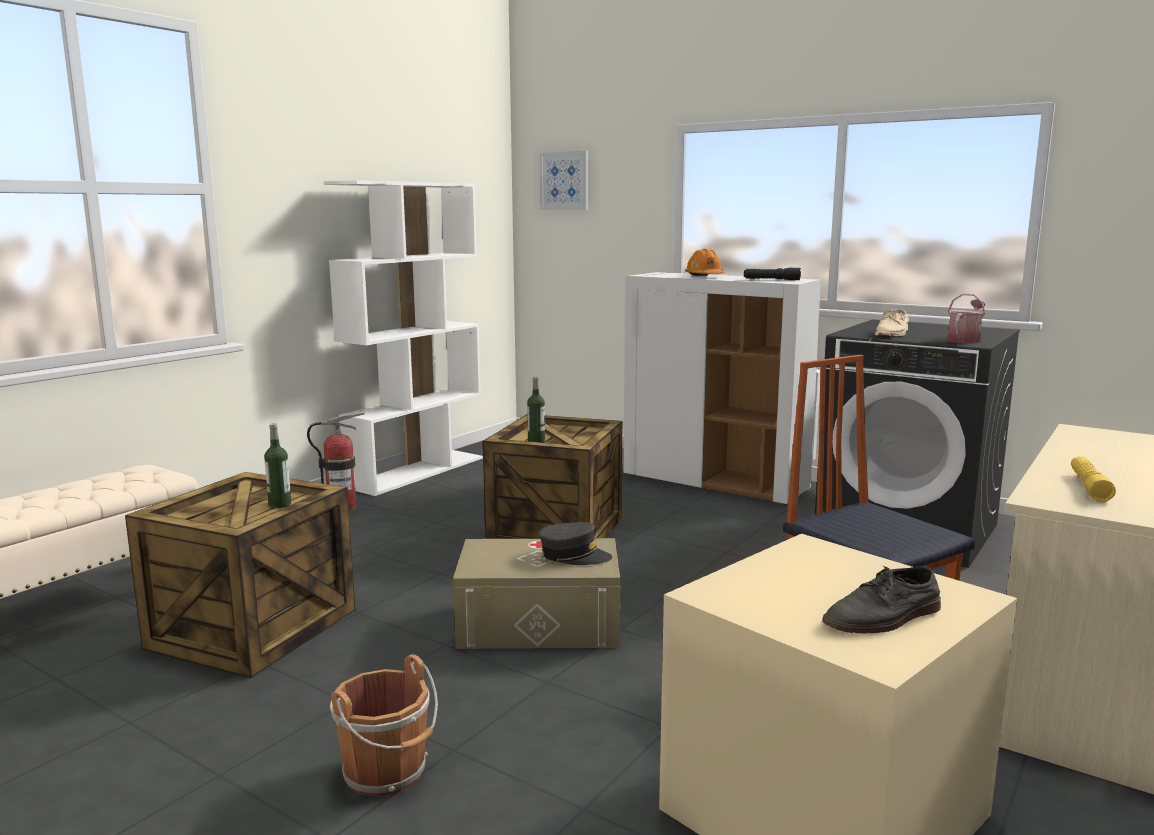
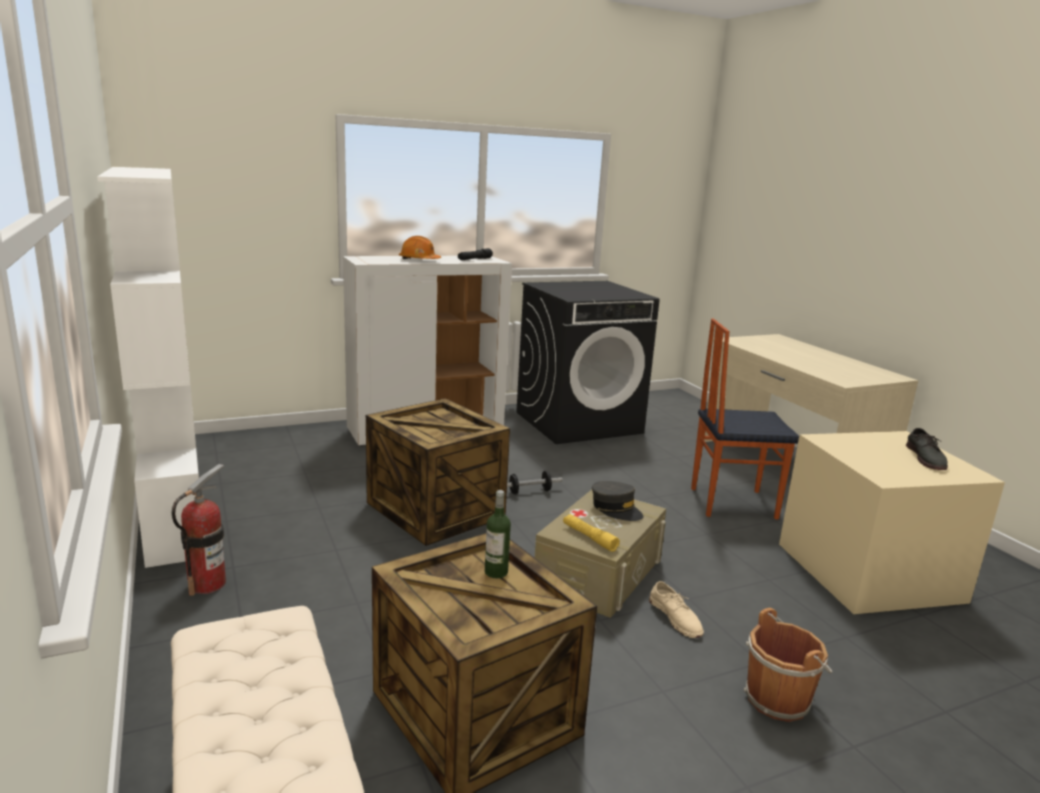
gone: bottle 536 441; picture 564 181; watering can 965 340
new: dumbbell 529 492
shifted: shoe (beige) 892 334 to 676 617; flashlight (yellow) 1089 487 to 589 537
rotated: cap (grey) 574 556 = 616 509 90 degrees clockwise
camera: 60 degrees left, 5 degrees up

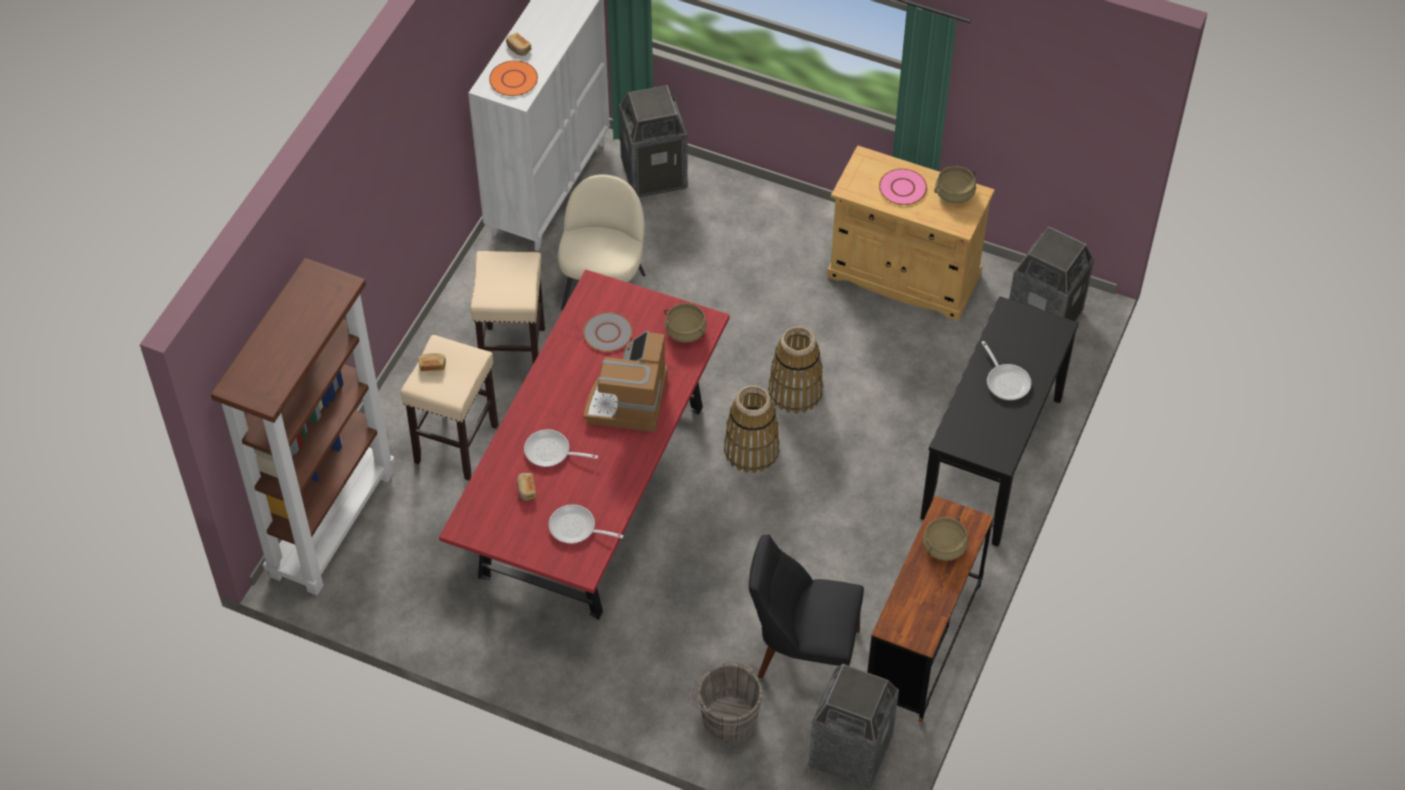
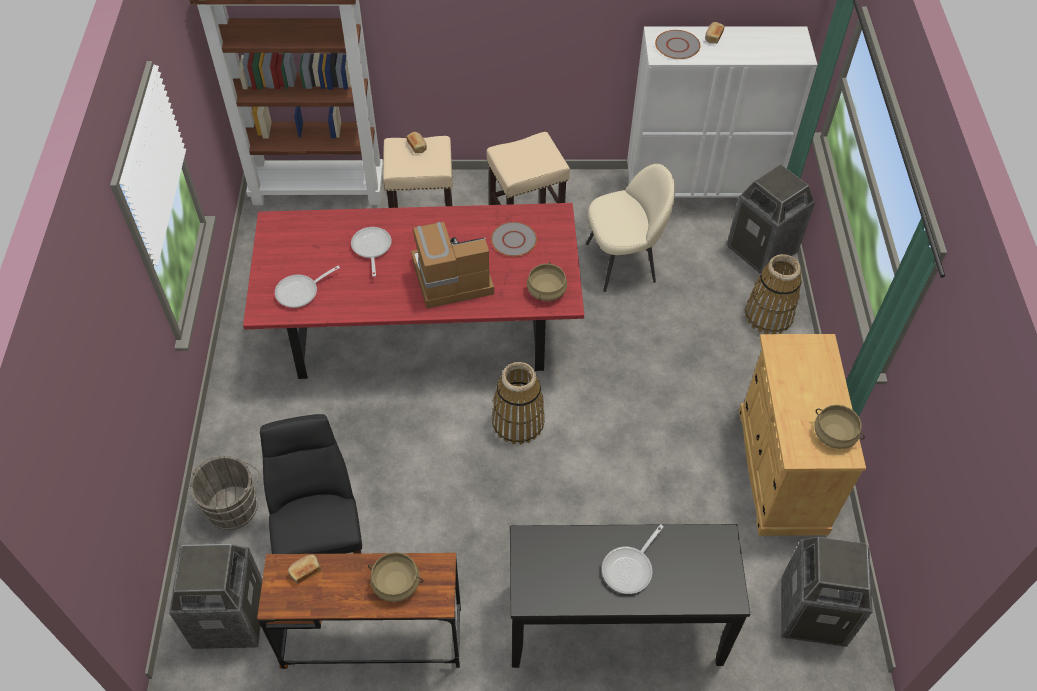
gone: plate (pink) 902 188
shifted: bread 526 490 to 305 571; basket 795 391 to 769 315
repainted: plate (orange) 513 79 to plate (grey) 677 45
rotated: frying pan 576 528 = 301 292 120 degrees counterclockwise
camera: 65 degrees right, 0 degrees up

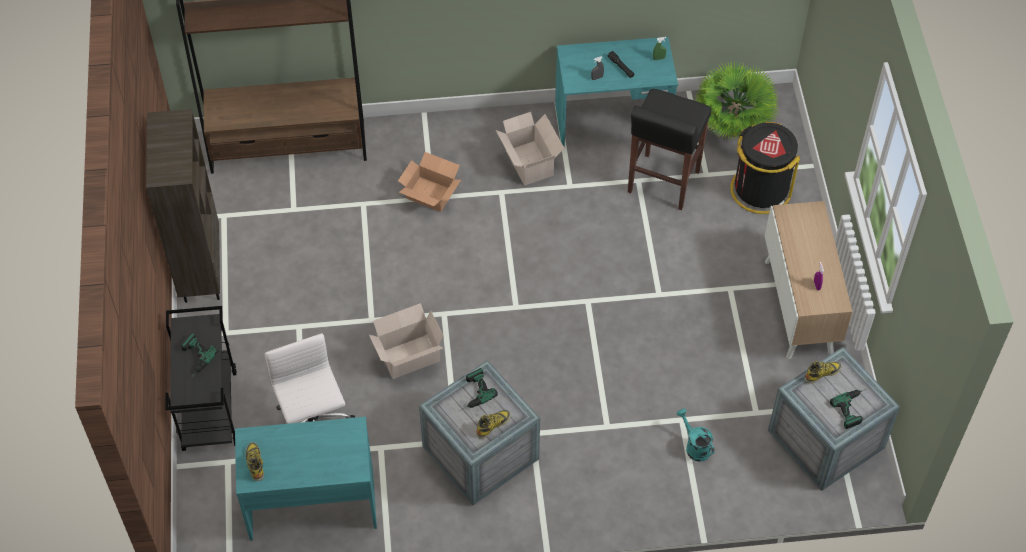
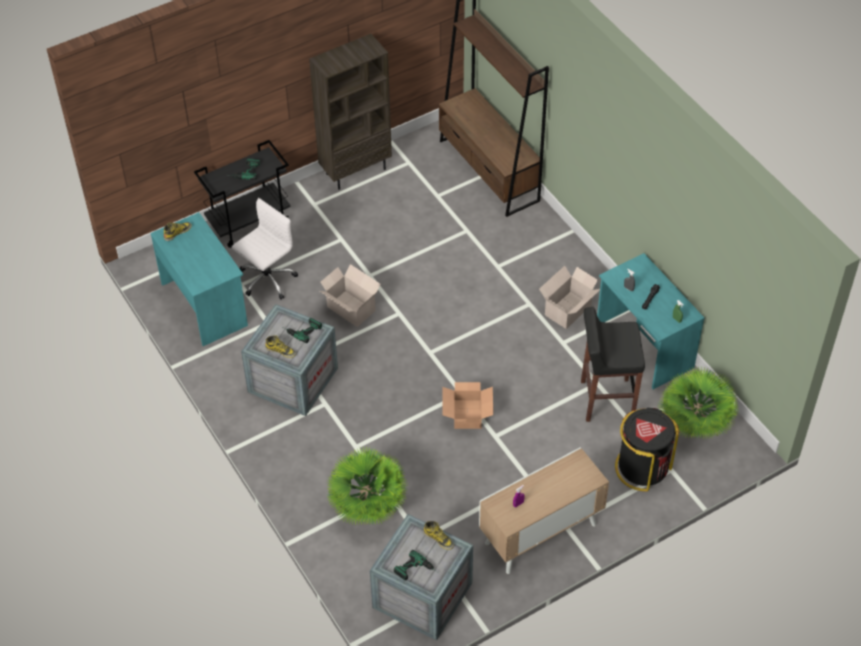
shifted: cardboard box 430 193 to 468 414
swapped: watering can (turquoise) 694 446 to potted plant 368 508
camera: 65 degrees right, 5 degrees down

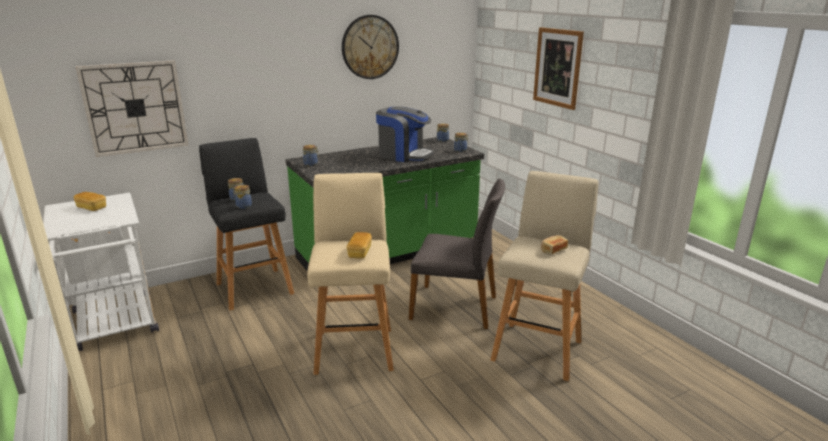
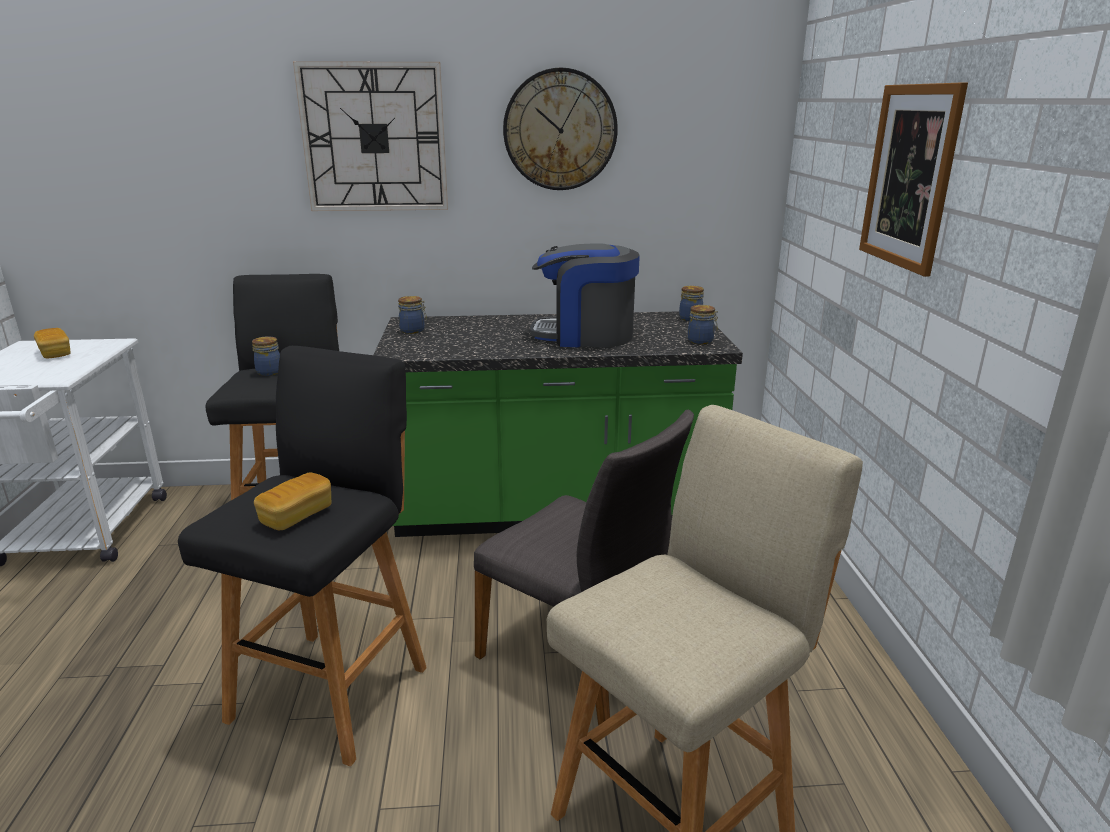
gone: jar 243 206; bread 553 250
shifted: wall clock 135 107 to 374 138
repainted: stool (beige) 354 348 to stool (black) 333 689
rotated: coffee machine 403 155 = 585 335 135 degrees clockwise
camera: 25 degrees right, 0 degrees up

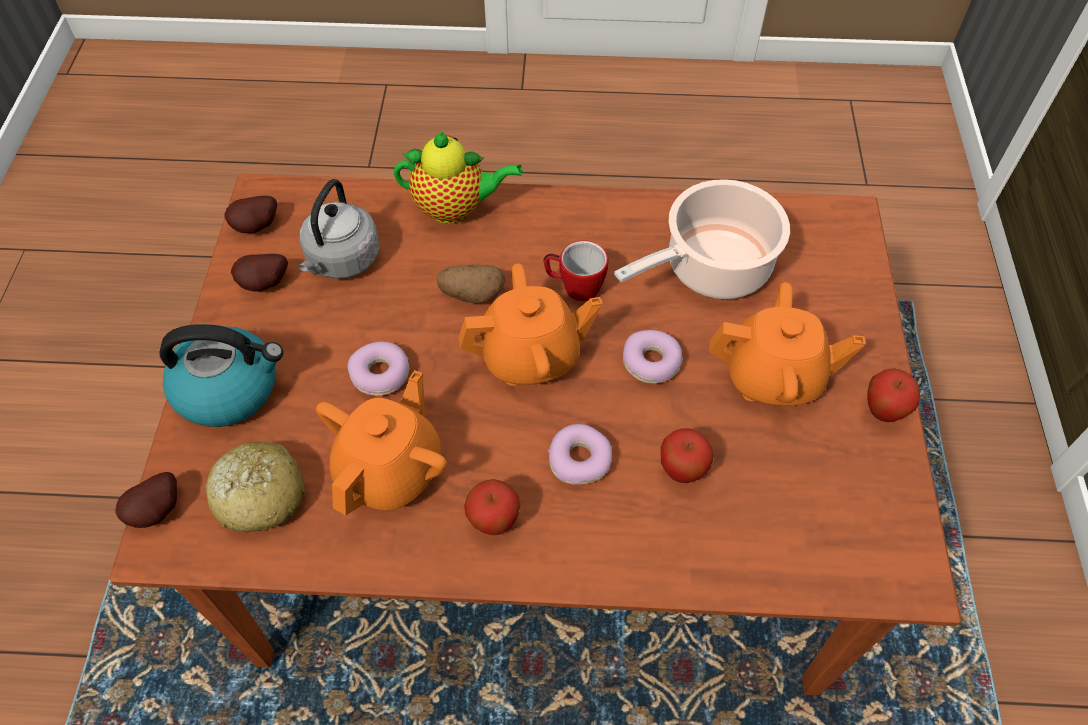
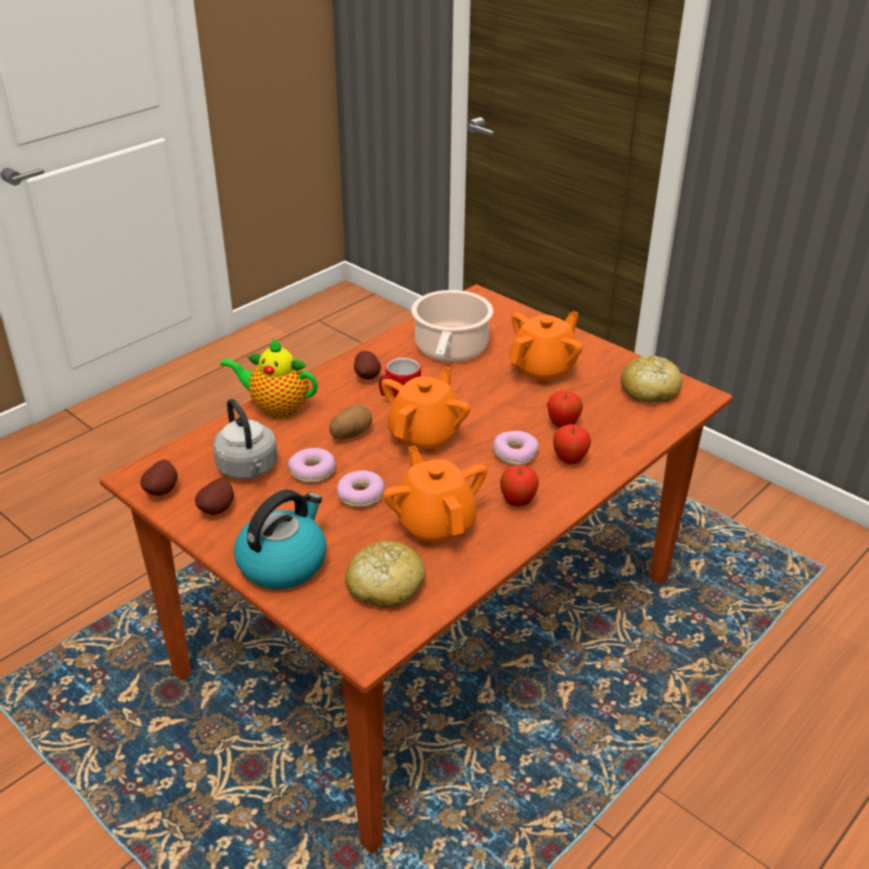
new: bread 649 391
shifted: potato 158 512 to 368 377; donut 651 363 to 313 472; apple 883 411 to 569 461
rotated: teapot 455 208 = 276 408 120 degrees counterclockwise
camera: 50 degrees left, 20 degrees down

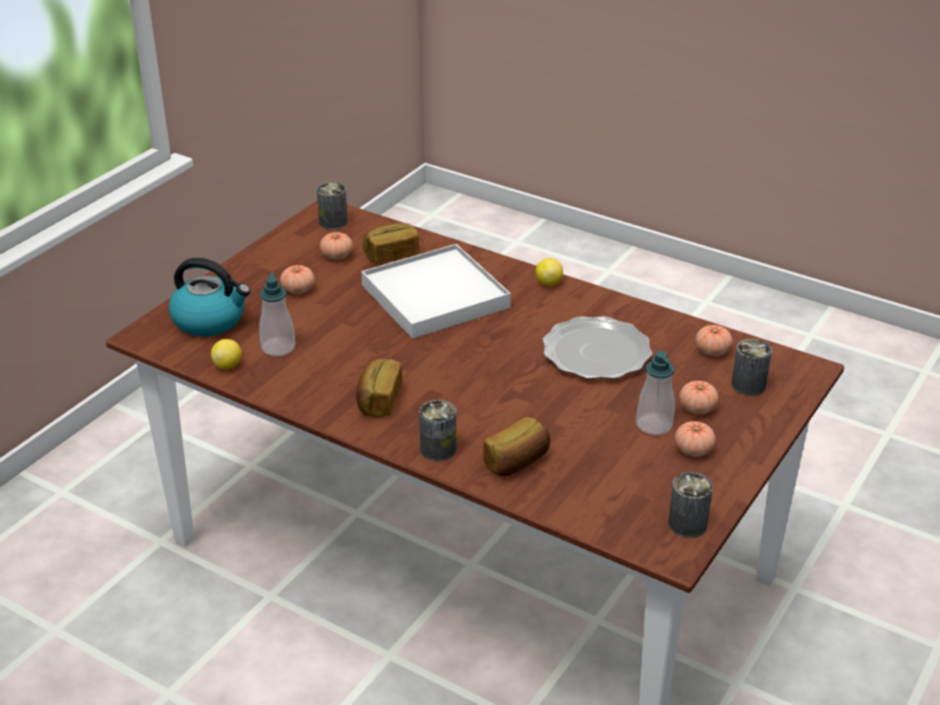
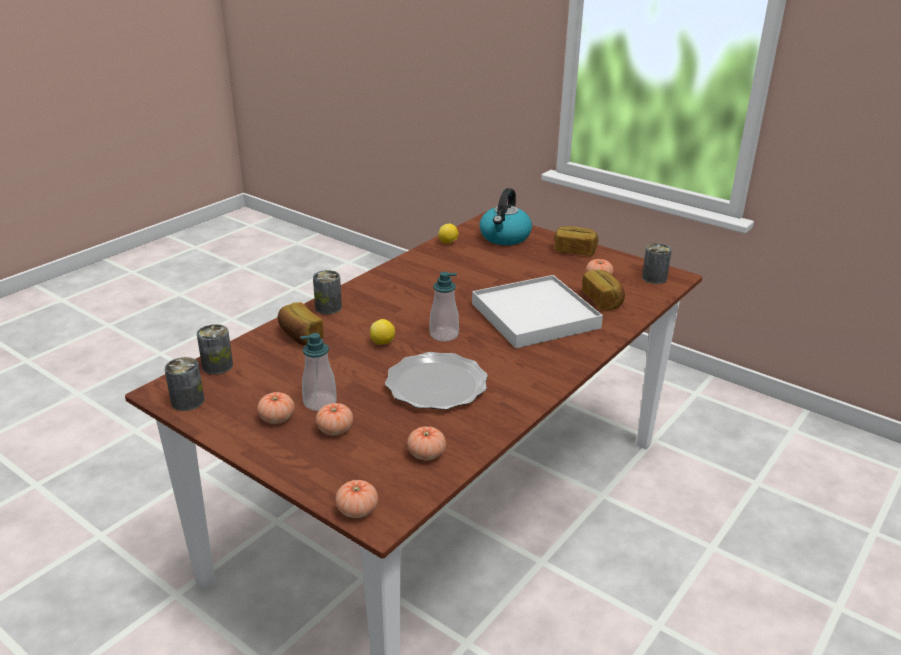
shifted: soap dispenser 278 347 to 444 335; tomato 298 289 to 357 510; bread 378 400 to 575 250; lemon 548 283 to 383 343; can 748 385 to 217 366
camera: 95 degrees right, 5 degrees down

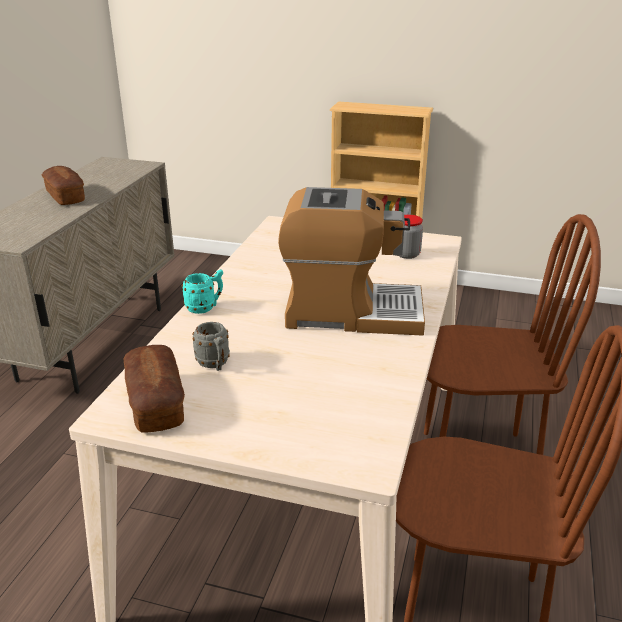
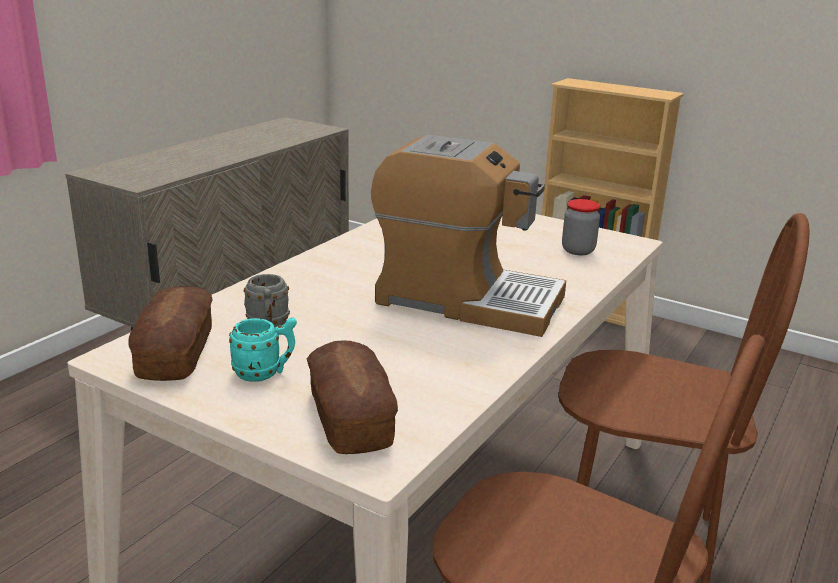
shifted: bread 65 196 to 350 418; mug (turquoise) 205 307 to 265 373
camera: 15 degrees right, 5 degrees down

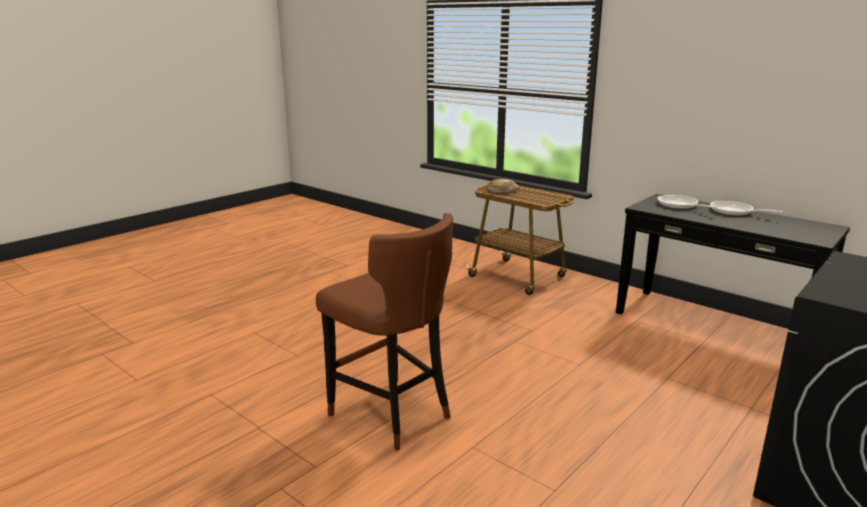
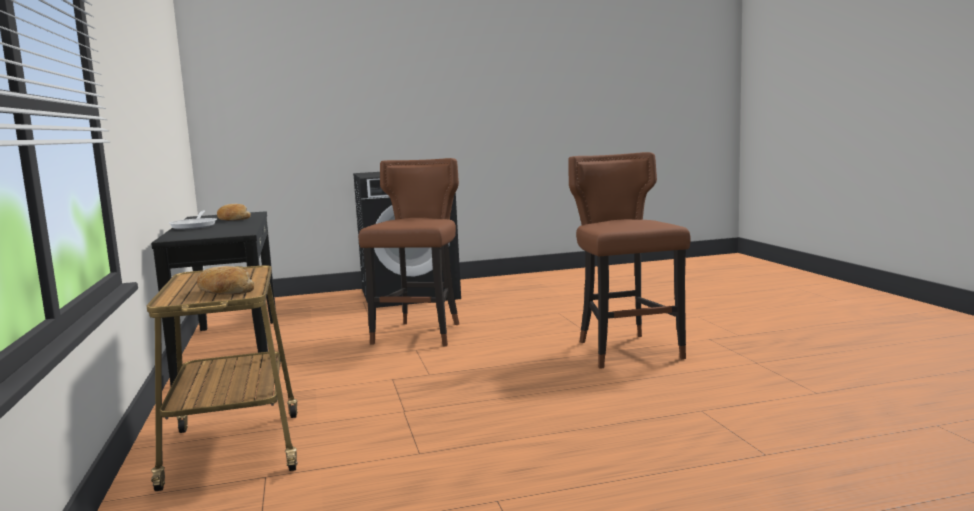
gone: frying pan 680 205
new: bread 233 219; stool (brown) 420 334
camera: 145 degrees left, 10 degrees down

